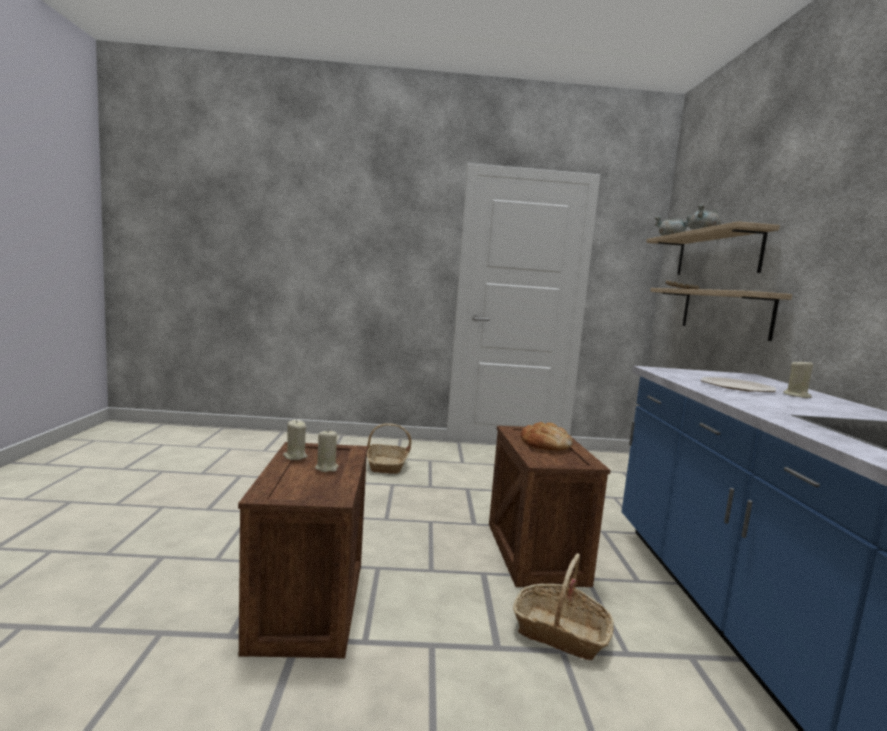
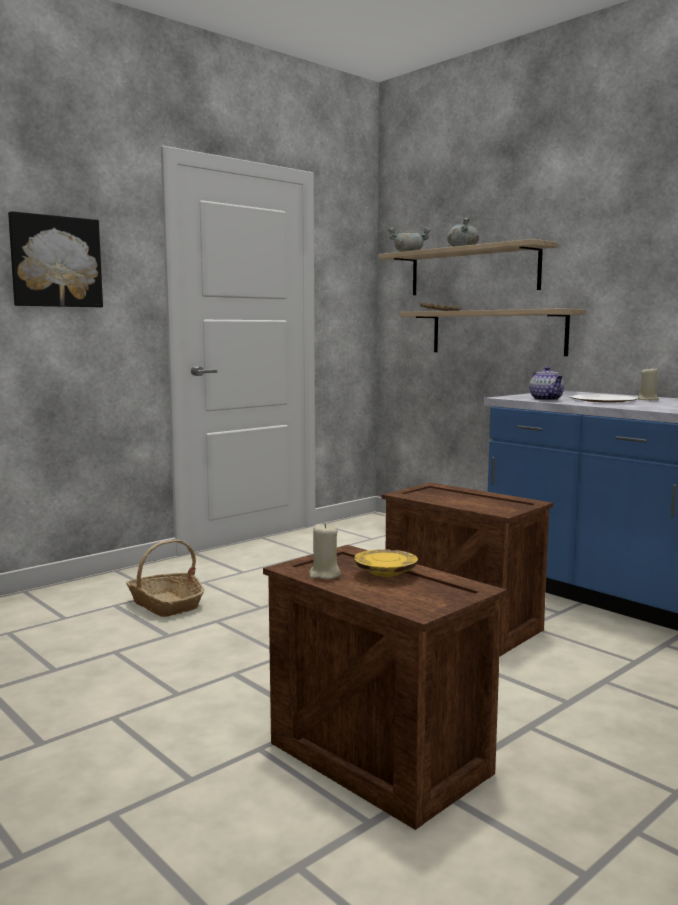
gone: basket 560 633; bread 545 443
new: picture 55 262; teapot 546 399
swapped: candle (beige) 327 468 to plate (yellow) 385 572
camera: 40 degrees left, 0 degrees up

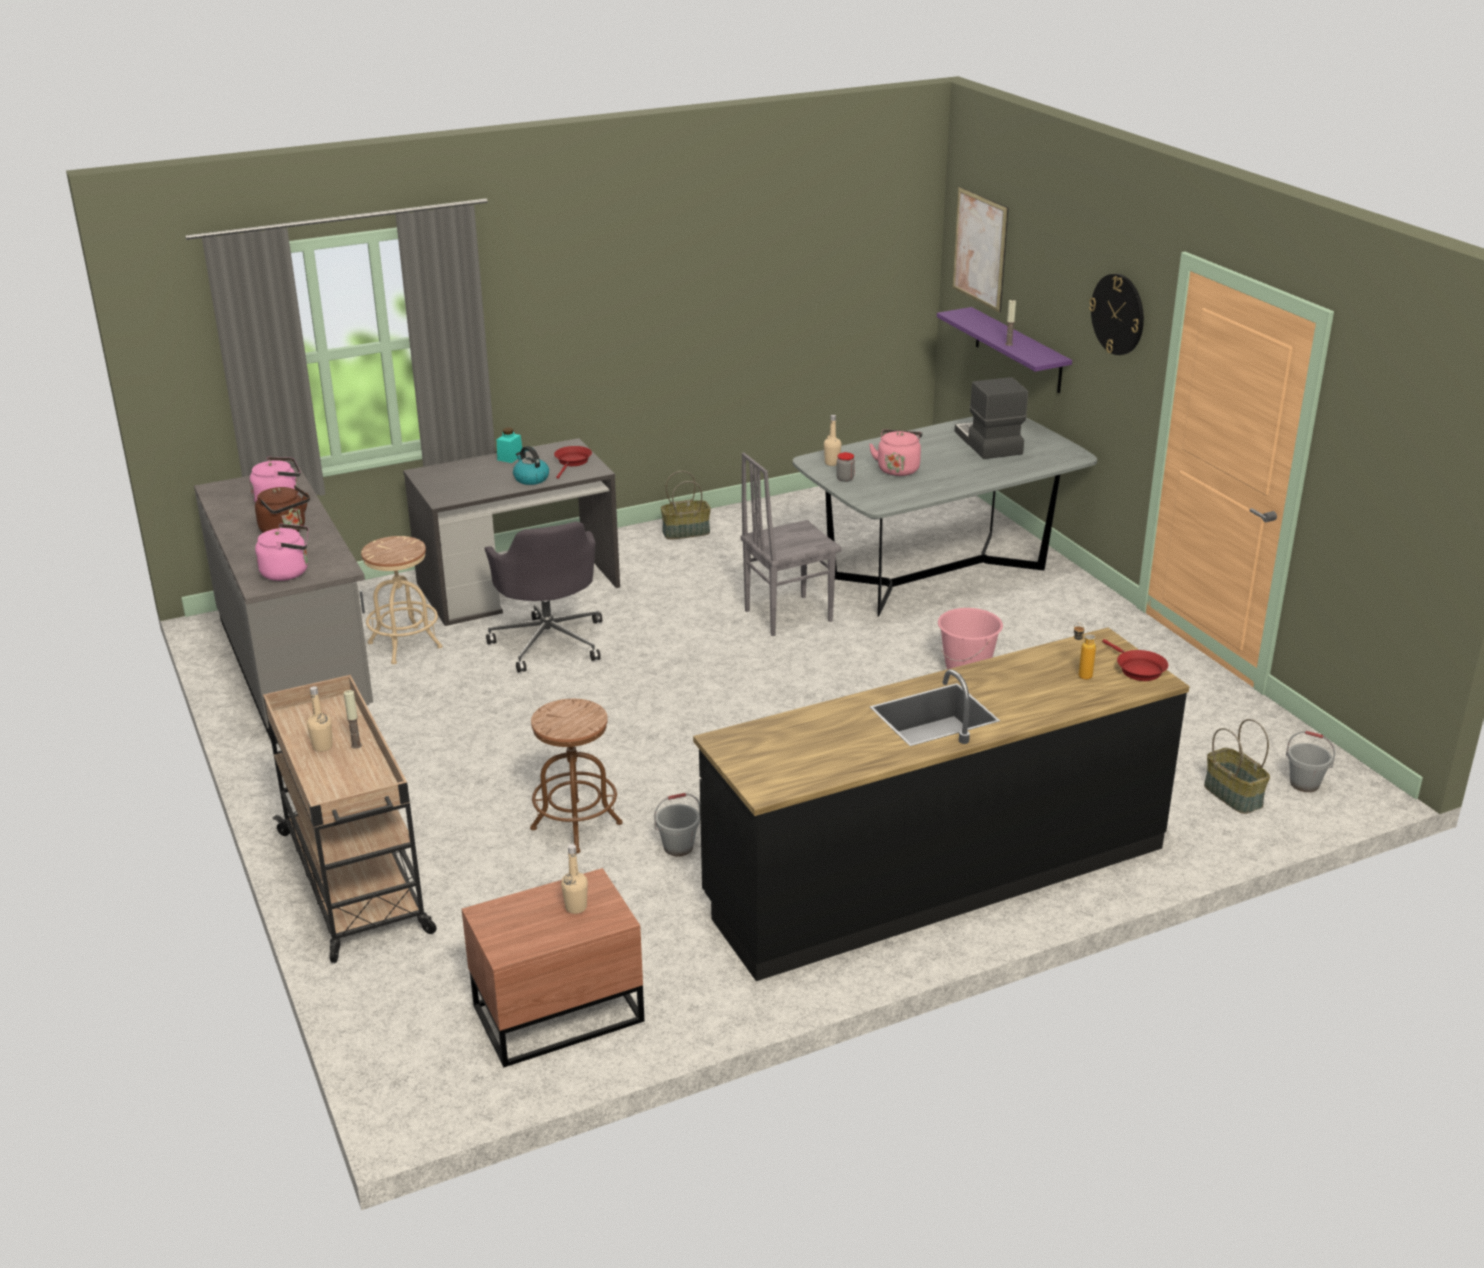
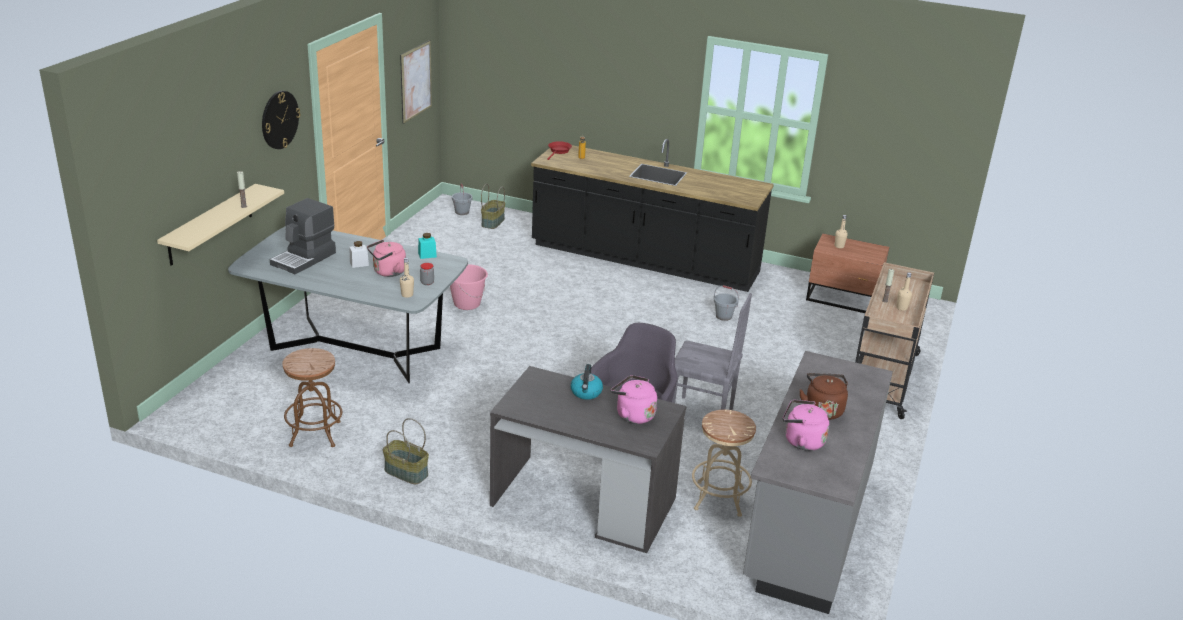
gone: frying pan (red) 572 462
new: jar (white) 359 263
shifted: kettle (pink) 288 572 to 633 415; jar (turquoise) 510 457 to 427 255; stool (brown) 576 826 to 315 434; chair (grey) 787 615 to 701 415; picture 980 249 to 416 81
repainted: shelf (purple) 1018 350 to shelf (beige) 210 225
camera: 135 degrees left, 0 degrees up

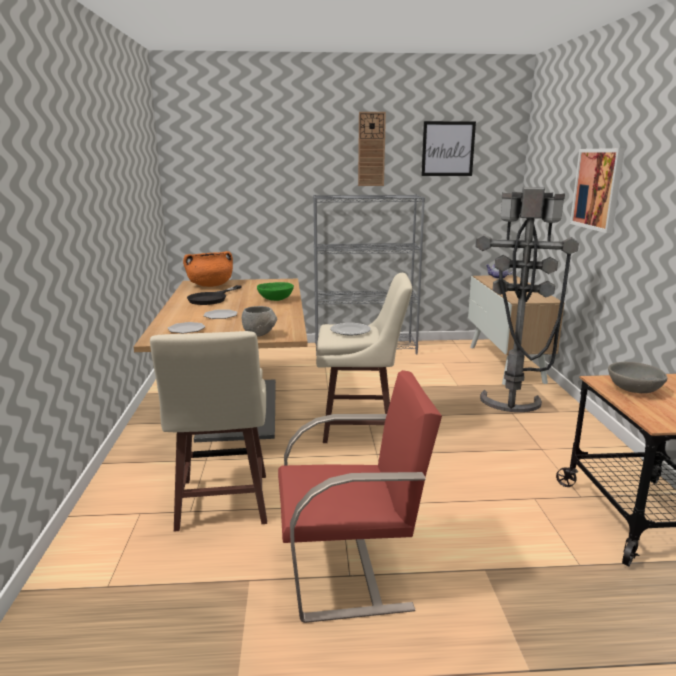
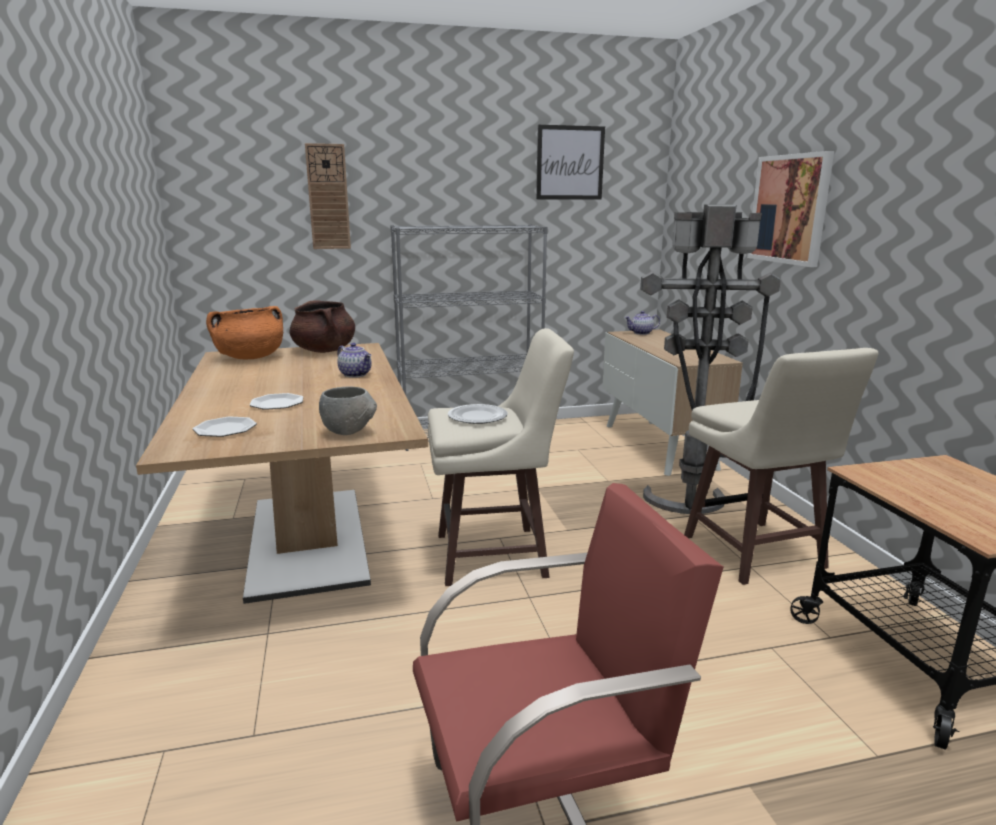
gone: frying pan (black) 212 298; bowl (grey) 634 390
new: cooking pot (brown) 324 351
shifted: stool (beige) 222 504 to 754 554; wall clock 371 149 to 328 197
swapped: bowl (green) 275 299 to teapot 356 374
camera: 10 degrees left, 0 degrees up

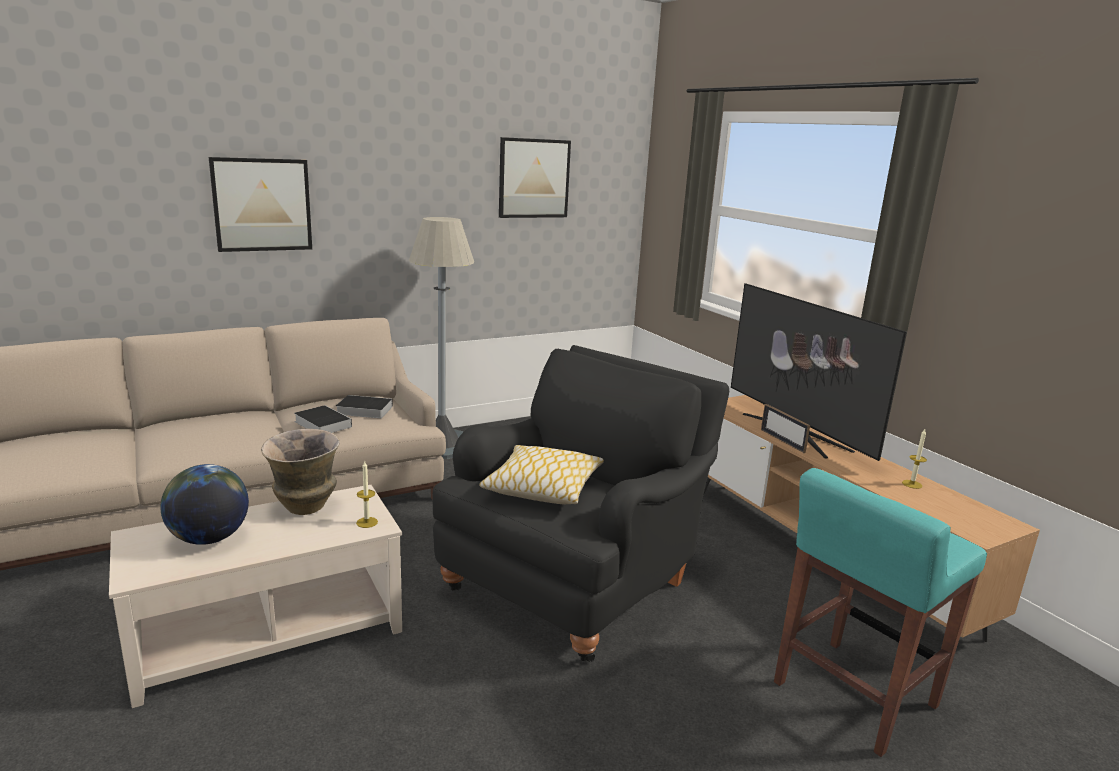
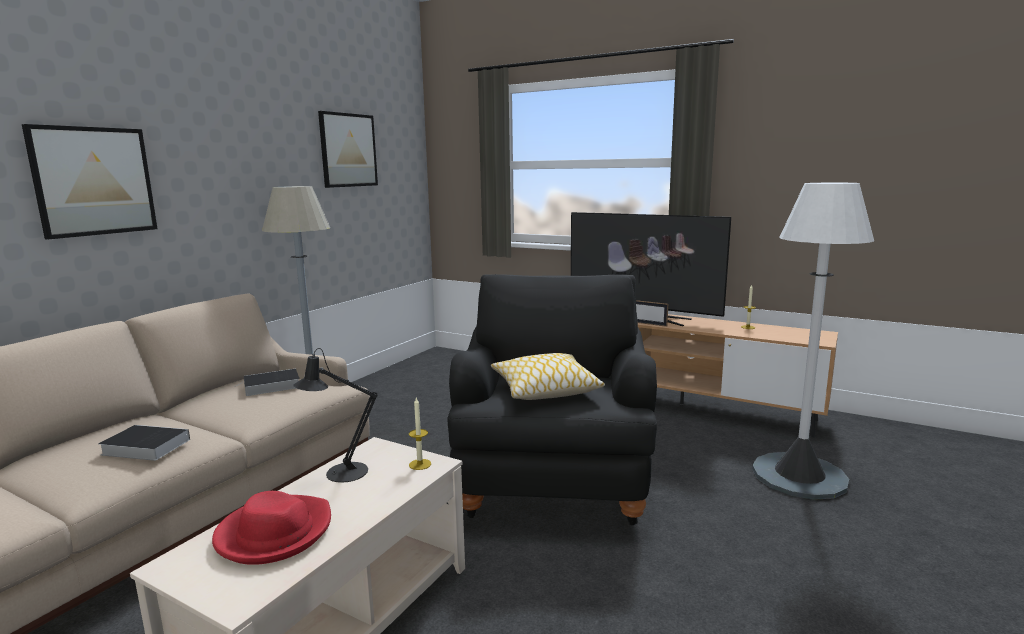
shifted: book 321 423 to 143 447
swapped: globe 209 538 to hat (red) 274 533; vase 305 508 to table lamp (black) 340 473; stool (turquoise) 852 695 to floor lamp (white) 799 476
camera: 30 degrees left, 5 degrees down

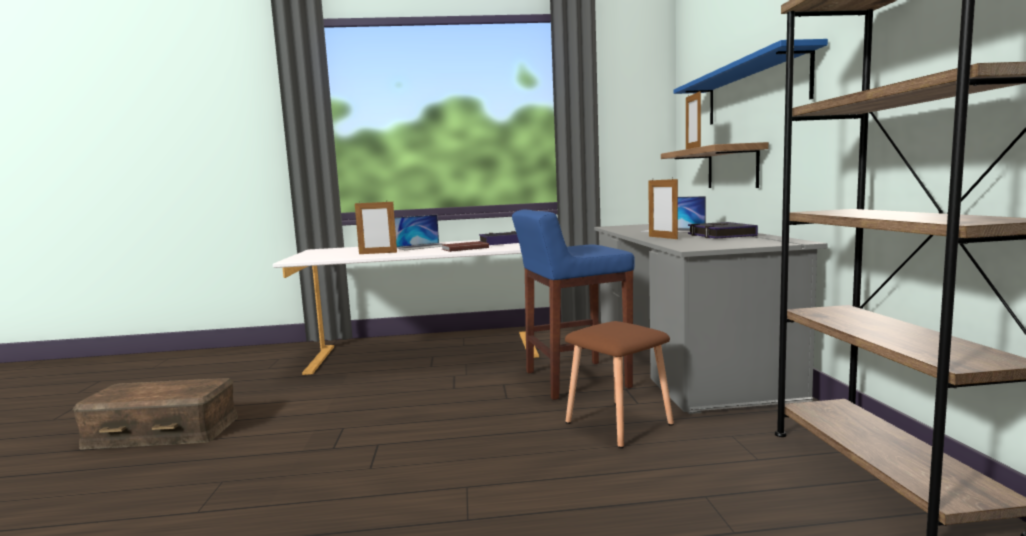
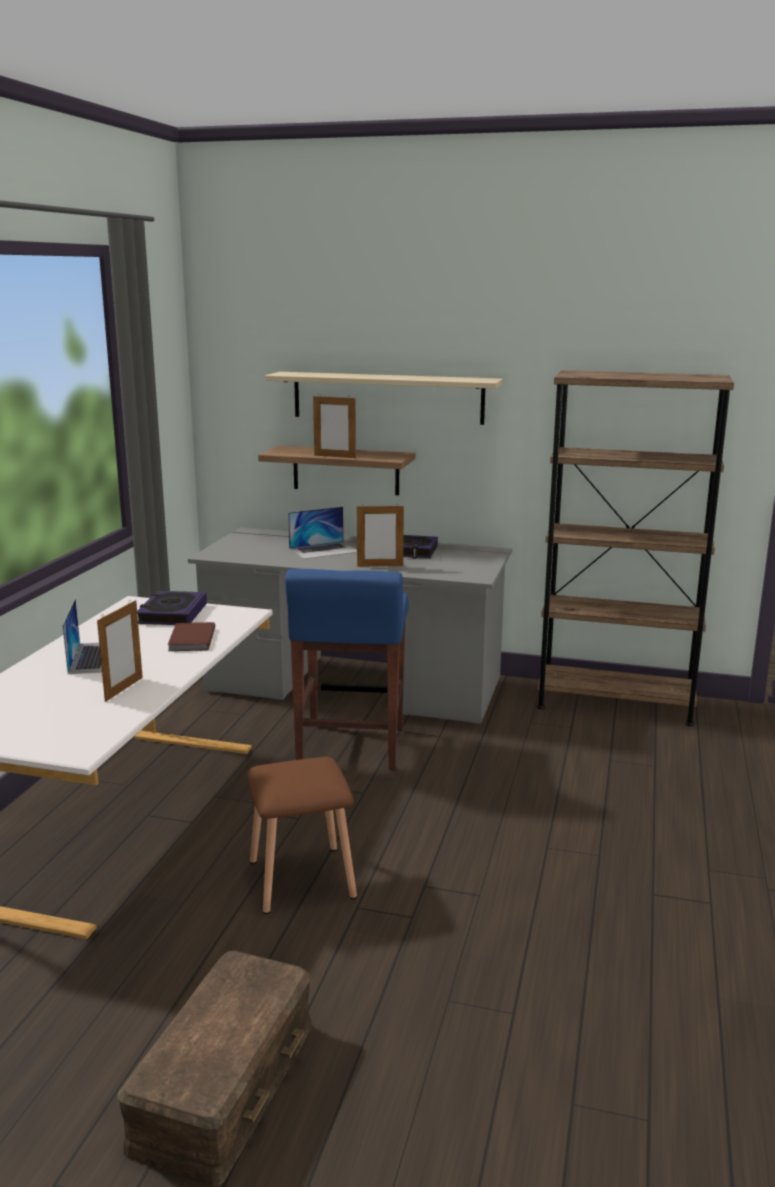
shifted: stool (brown) 618 424 to 303 880
repainted: shelf (blue) 754 91 to shelf (beige) 387 397
camera: 70 degrees left, 10 degrees up

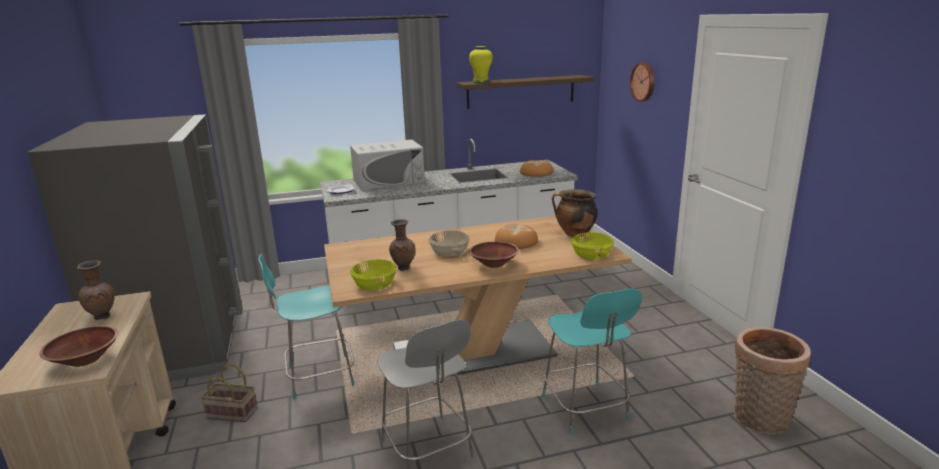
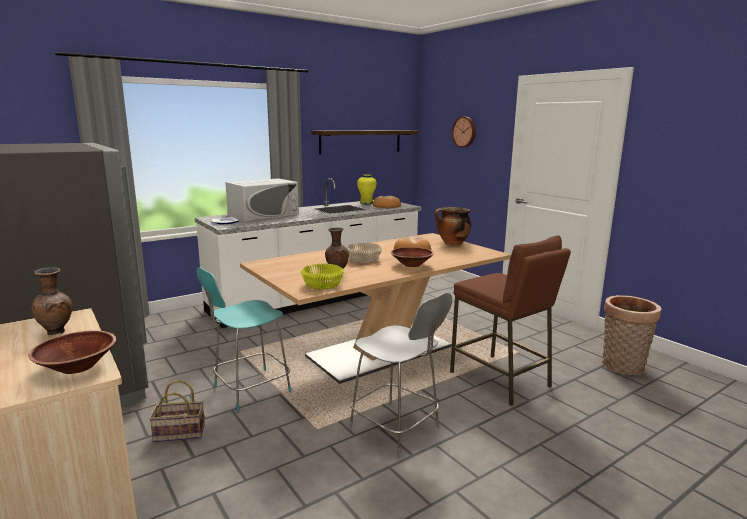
gone: bowl (yellow) 591 253
shifted: vase (yellow) 481 82 to 366 203
swapped: chair (turquoise) 585 409 to stool (brown) 500 379
camera: 20 degrees left, 5 degrees down

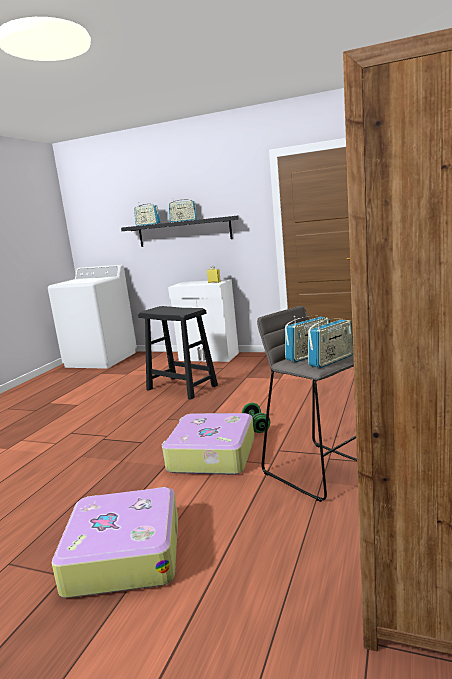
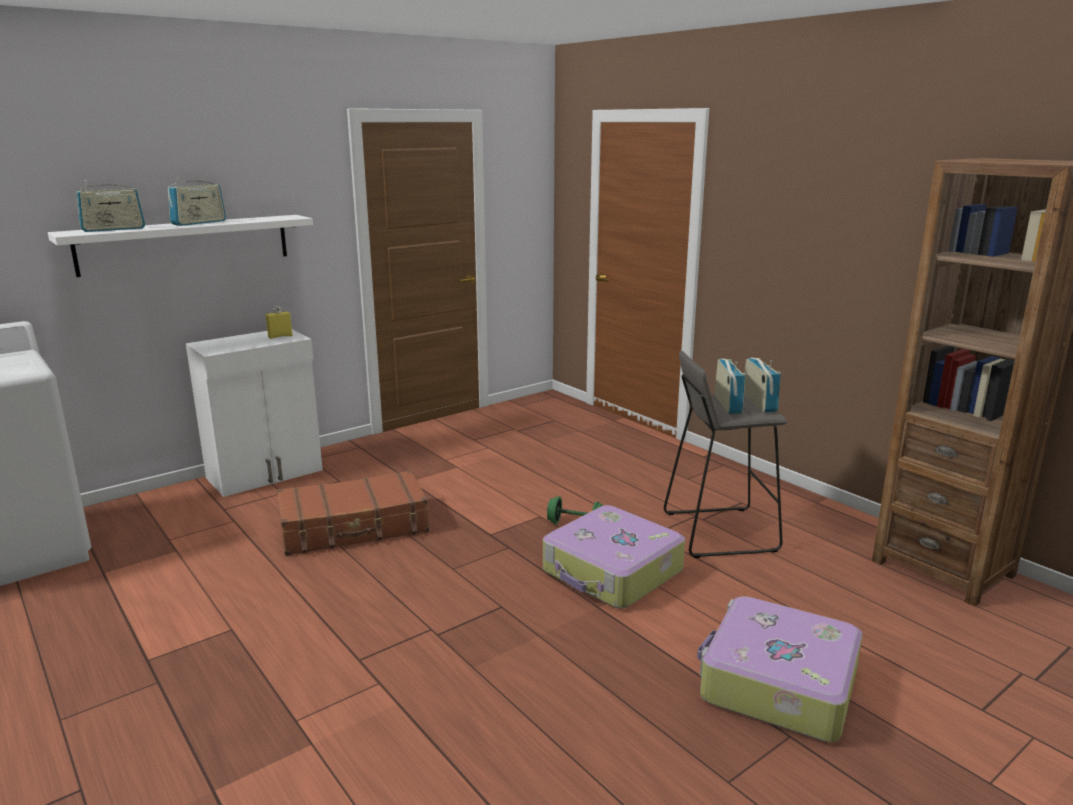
swapped: stool (black) 182 388 to suitcase (brown) 354 527
repainted: shelf (black) 184 232 to shelf (white) 186 244
camera: 60 degrees left, 5 degrees up

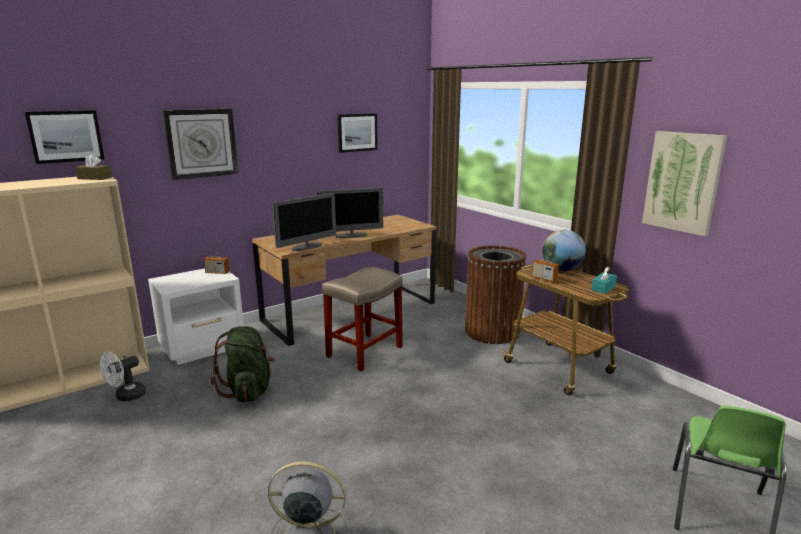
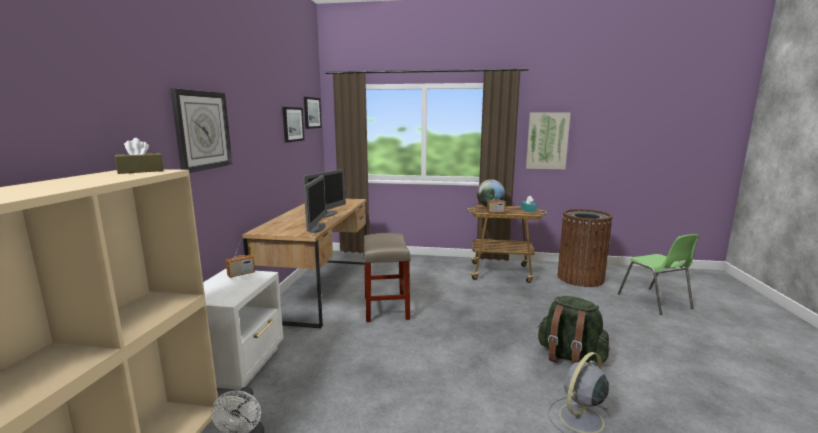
shifted: picture 66 136 to 311 113; backpack (green) 248 390 to 569 357; trash can (brown) 492 332 to 580 278
camera: 45 degrees left, 5 degrees down

